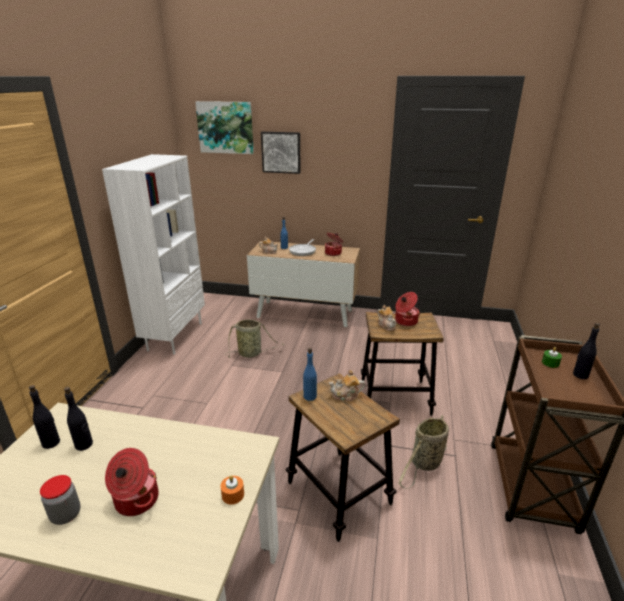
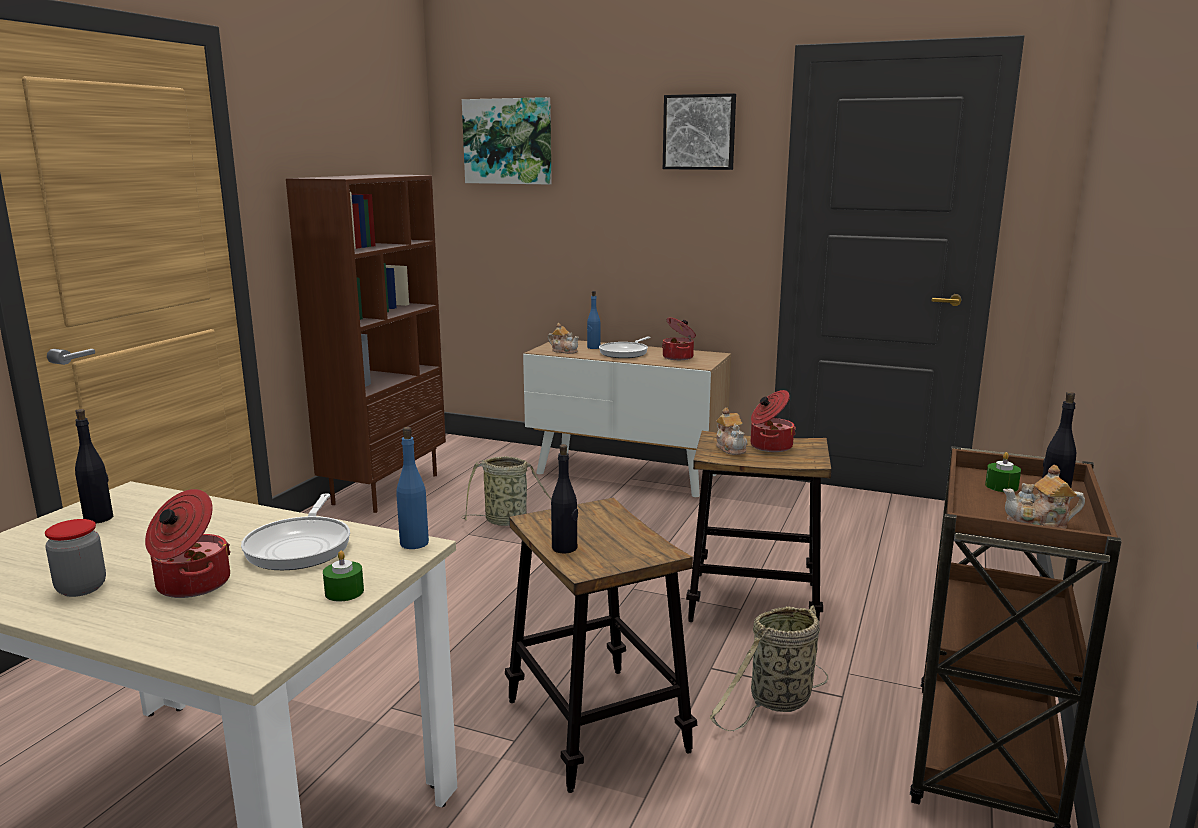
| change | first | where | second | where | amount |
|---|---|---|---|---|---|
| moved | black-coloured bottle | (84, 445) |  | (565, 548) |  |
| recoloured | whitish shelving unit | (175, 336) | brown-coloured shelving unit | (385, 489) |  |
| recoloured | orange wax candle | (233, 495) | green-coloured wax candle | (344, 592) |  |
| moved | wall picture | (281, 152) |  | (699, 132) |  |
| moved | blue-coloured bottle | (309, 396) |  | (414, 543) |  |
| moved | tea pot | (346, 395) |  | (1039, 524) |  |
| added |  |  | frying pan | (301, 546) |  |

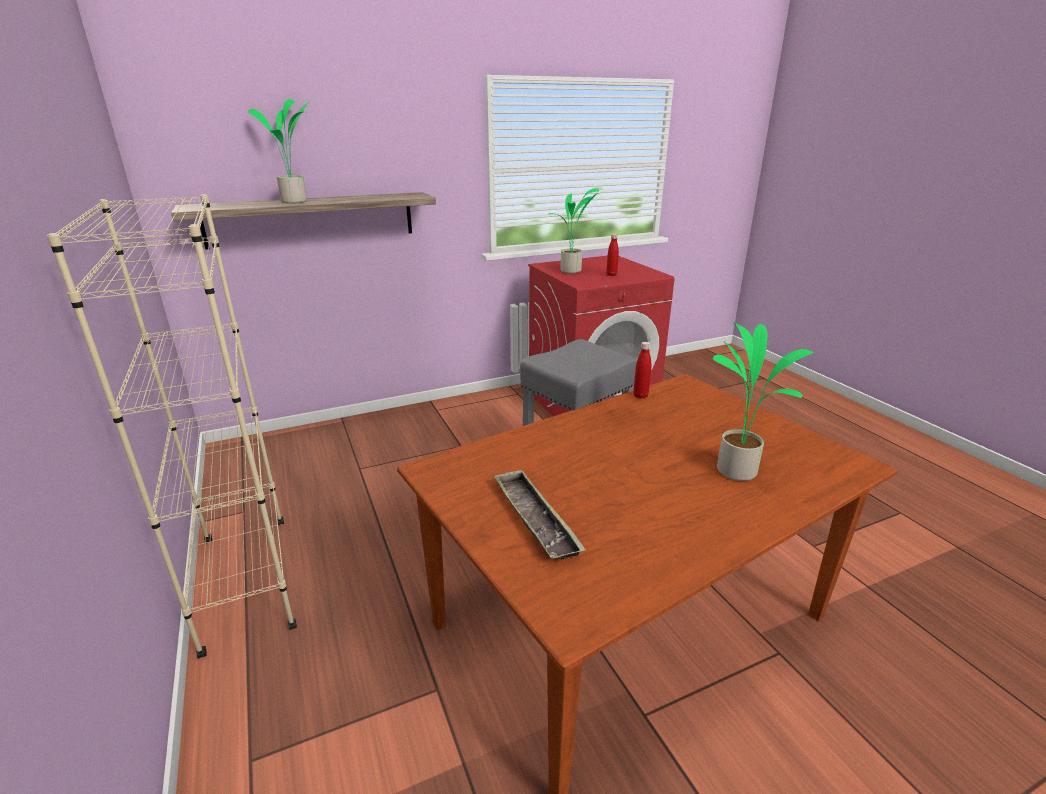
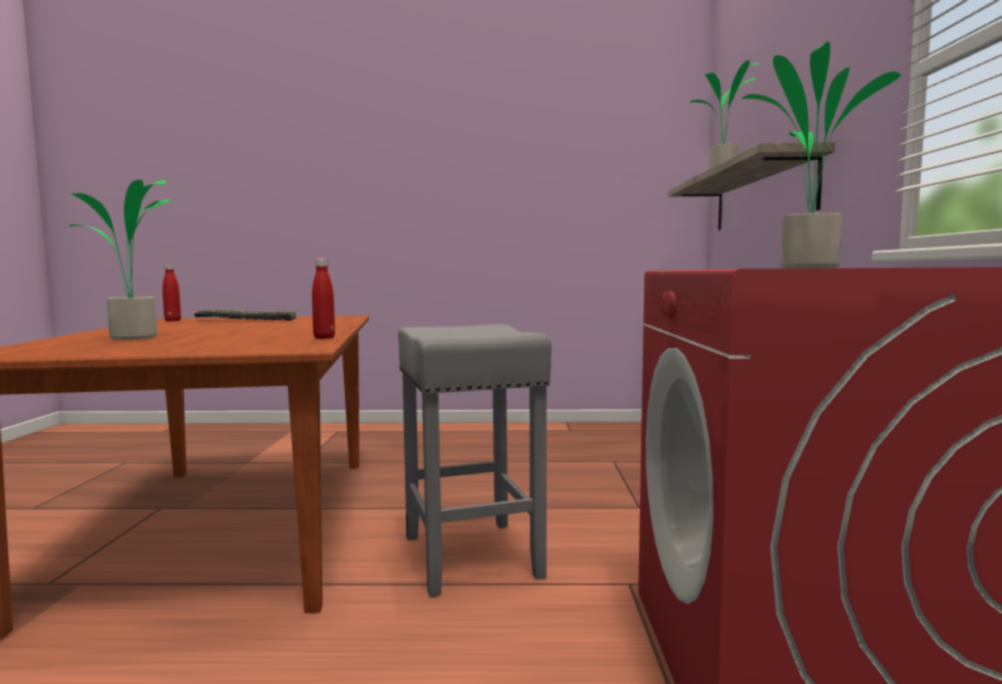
| change | first | where | second | where | amount |
|---|---|---|---|---|---|
| removed | beige shelving unit | (246, 582) |  |  |  |
| moved | red-coloured bottle | (611, 275) |  | (172, 320) |  |

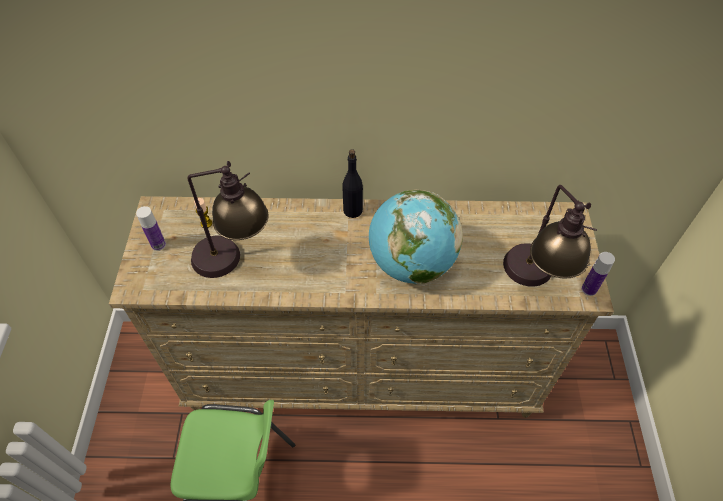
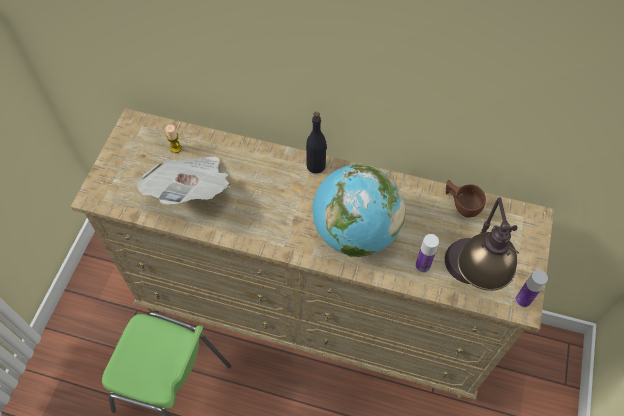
| change | first | where | second | where | amount |
|---|---|---|---|---|---|
| moved | bottle | (158, 245) |  | (422, 265) |  |
| replaced | table lamp | (234, 260) | newspaper | (191, 191) |  |
| added |  |  | brown-coloured drinking cup | (461, 204) |  |

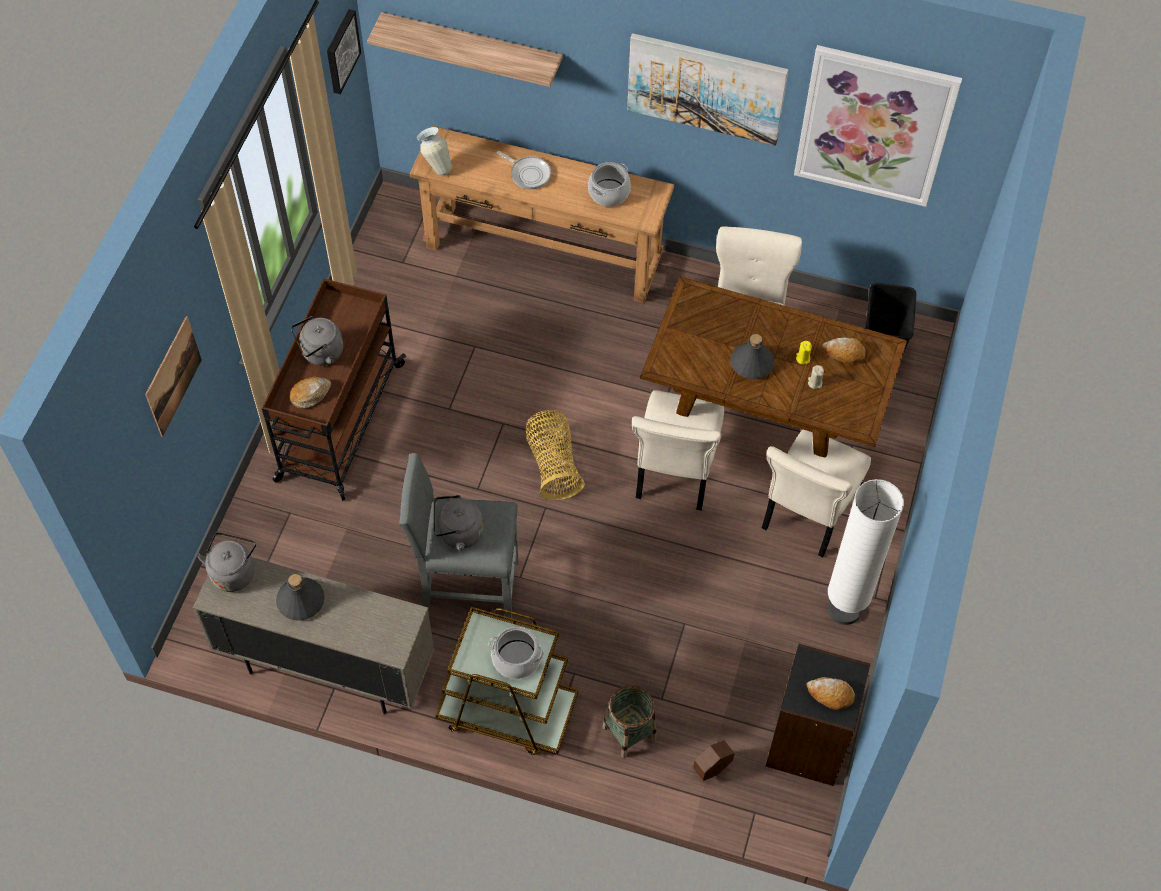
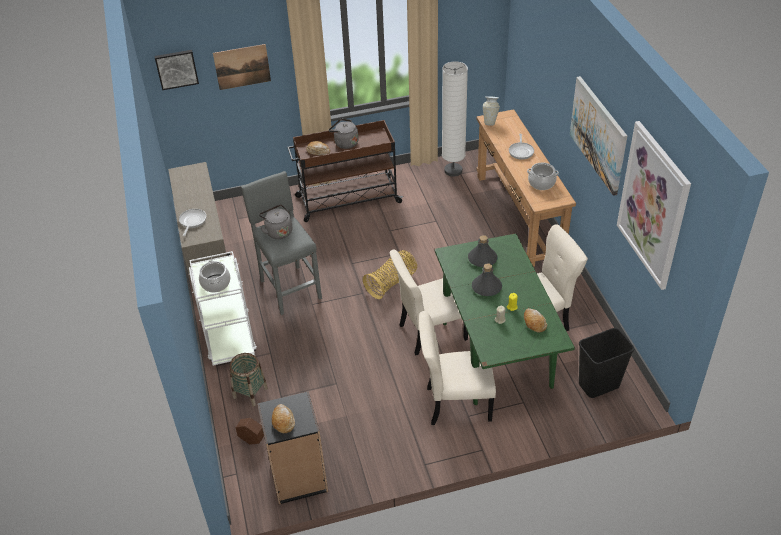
| change | first | where | second | where | amount |
|---|---|---|---|---|---|
| removed | greyish kettle | (233, 571) |  |  |  |
| moved | greyish bottle | (301, 601) |  | (482, 259) |  |
| moved | wall picture | (341, 51) |  | (176, 69) |  |
| removed | bracket shelf | (472, 47) |  |  |  |
| recoloured | brown-coloured cart | (507, 711) | whitish cart | (229, 338) |  |
| recoloured | brown-coloured dinner table | (762, 426) | green-coloured dinner table | (496, 355) |  |
| moved | whitish standard lamp | (844, 609) |  | (453, 171) |  |
| added |  |  | frying pan | (192, 221) |  |

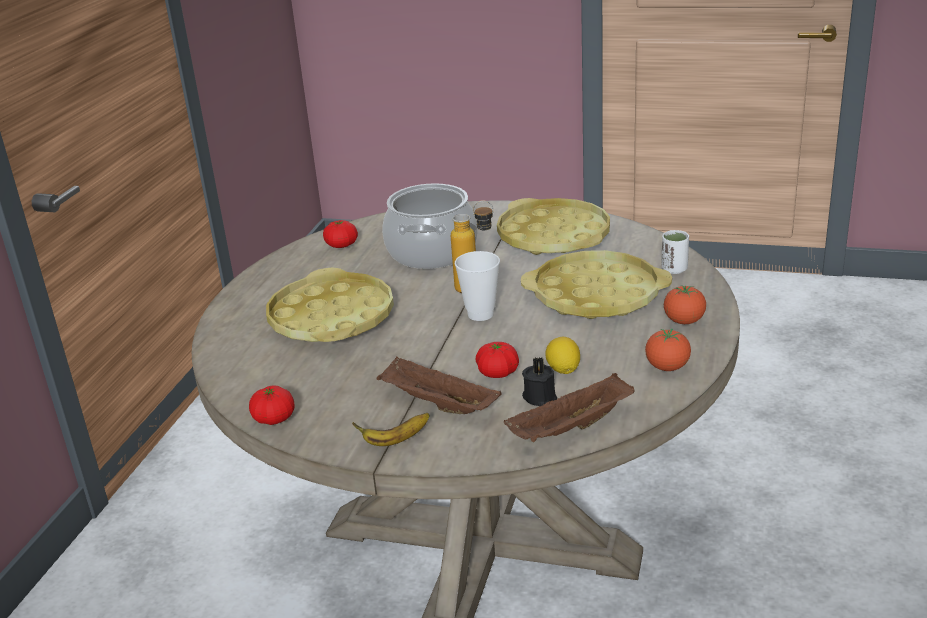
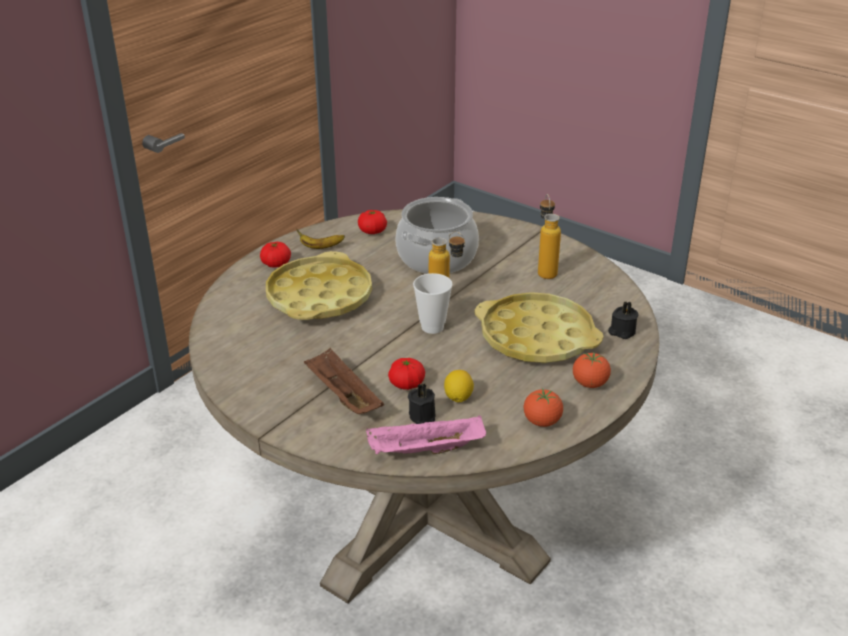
| change | first | where | second | where | amount |
|---|---|---|---|---|---|
| moved | tomato | (274, 418) |  | (276, 264) |  |
| moved | whole banana | (395, 440) |  | (320, 247) |  |
| replaced | yellowish tray | (553, 236) | bottle | (545, 270) |  |
| recoloured | brown-coloured tray | (571, 429) | pink-coloured tray | (425, 451) |  |
| replaced | whitish drinking cup | (674, 269) | black-coloured wax candle | (622, 331) |  |

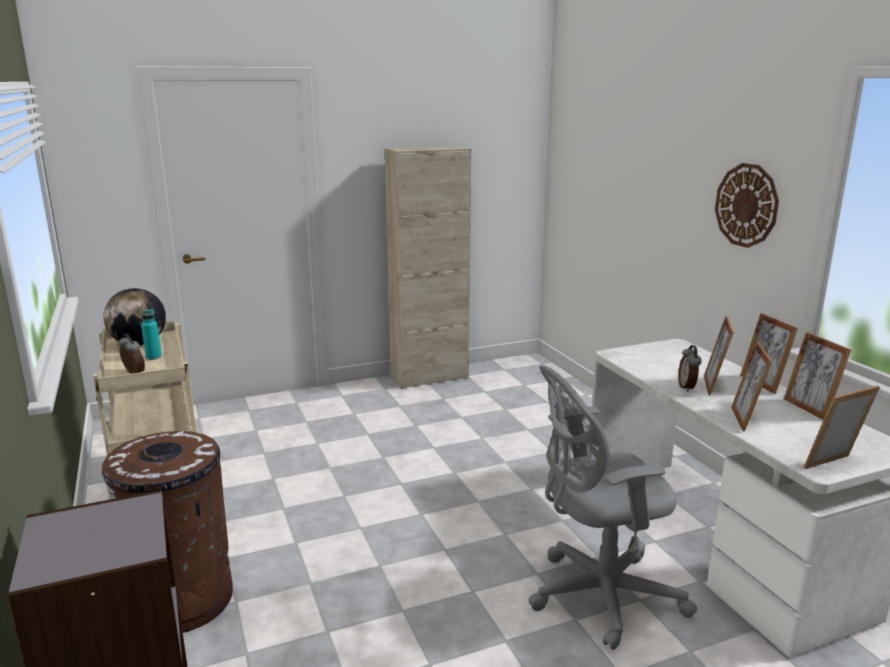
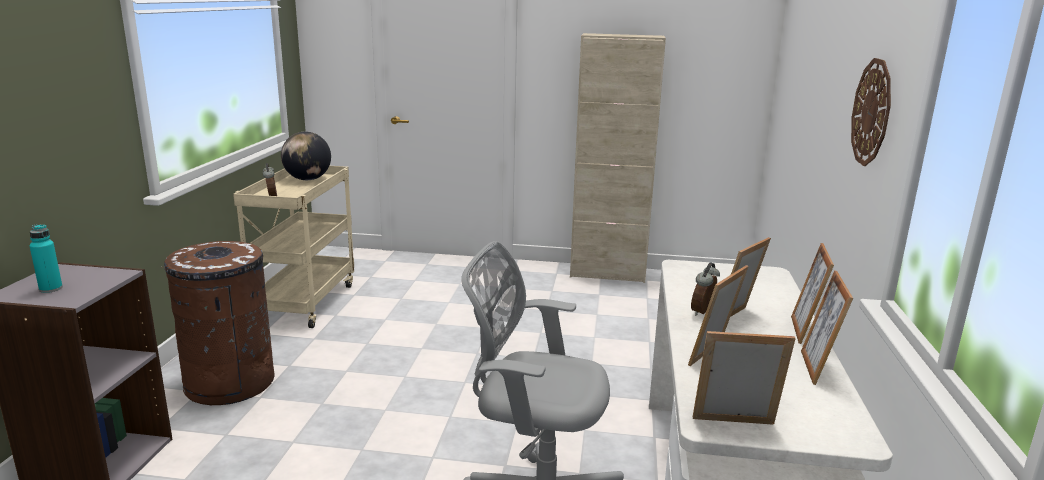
| change | first | where | second | where | amount |
|---|---|---|---|---|---|
| moved | blue-green bottle | (153, 357) |  | (51, 289) |  |

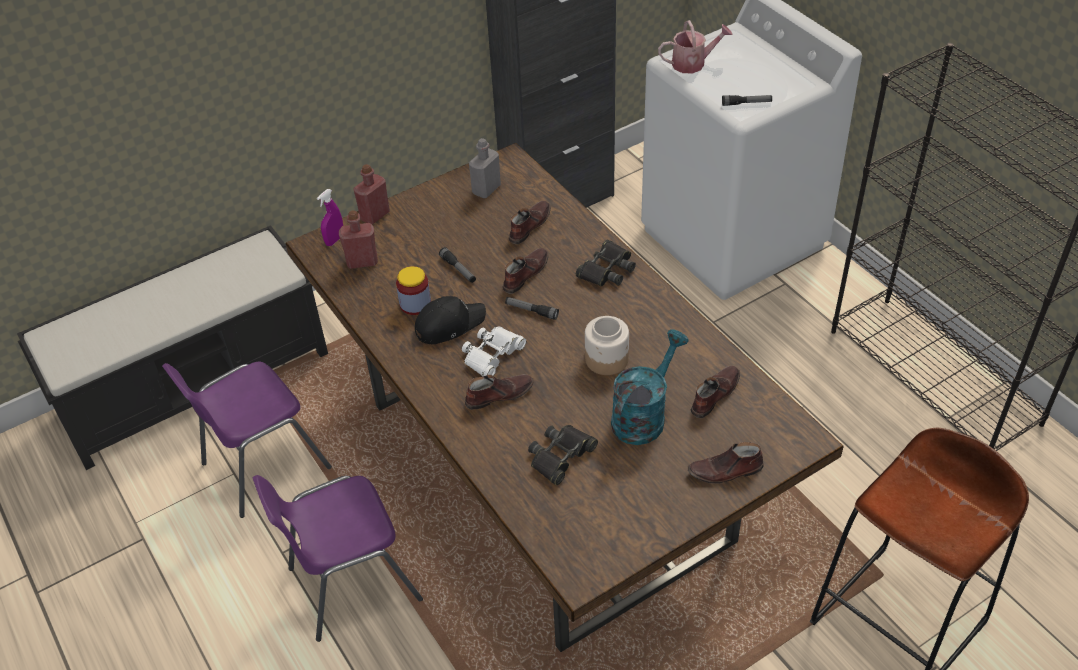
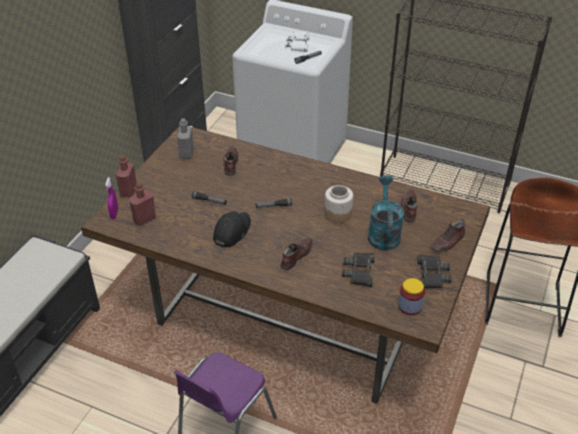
| change | first | where | second | where | amount |
|---|---|---|---|---|---|
| removed | purple-coloured chair | (262, 466) |  |  |  |
| moved | preserve jar | (415, 304) |  | (410, 306) |  |
| moved | whitish pair of binoculars | (492, 355) |  | (298, 45) |  |
| removed | brown-coloured item of footwear | (525, 274) |  |  |  |
| moved | black-coloured pair of binoculars | (607, 269) |  | (431, 275) |  |
| removed | sprinkling can | (693, 63) |  |  |  |

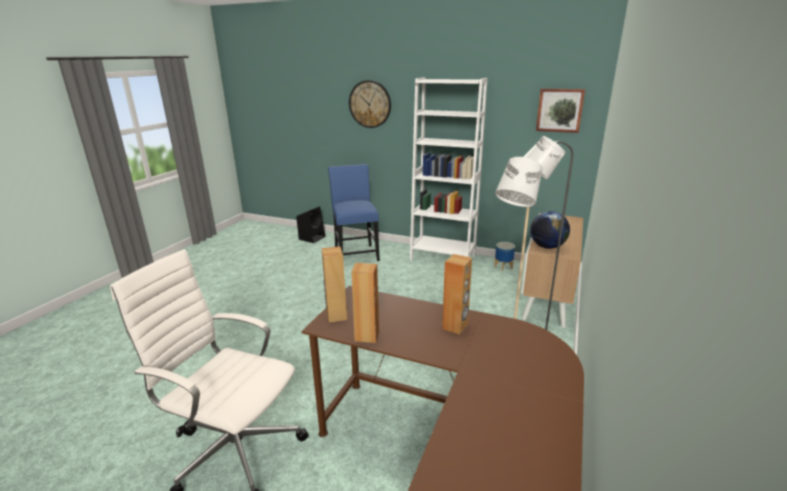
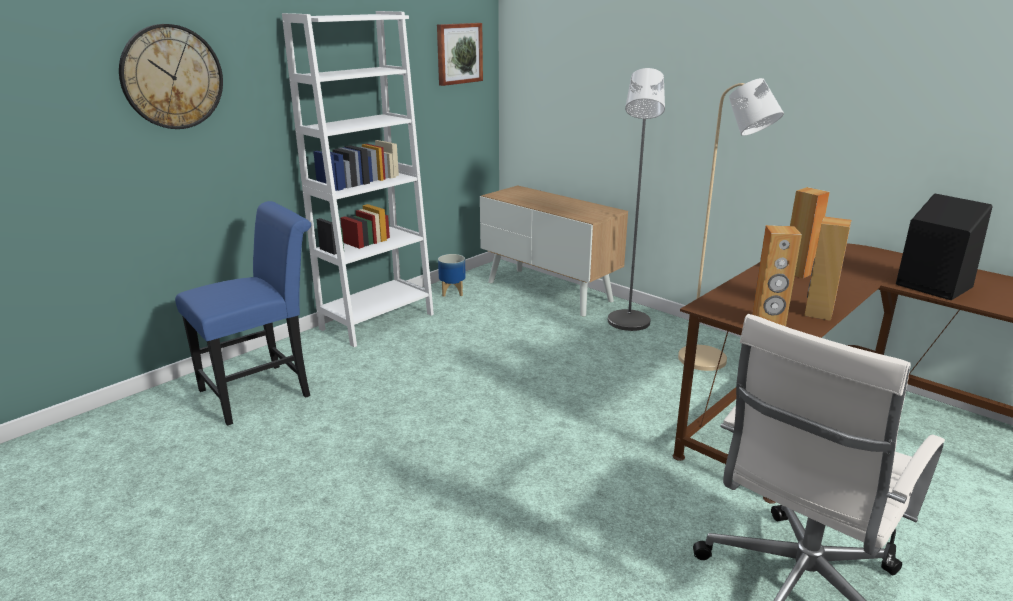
| change | first | where | second | where | amount |
|---|---|---|---|---|---|
| moved | black-coloured speaker | (312, 237) |  | (931, 285) |  |
| turned | blue-coloured chair | (355, 253) |  | (263, 390) | 135 degrees clockwise |
| removed | desk globe | (547, 247) |  |  |  |

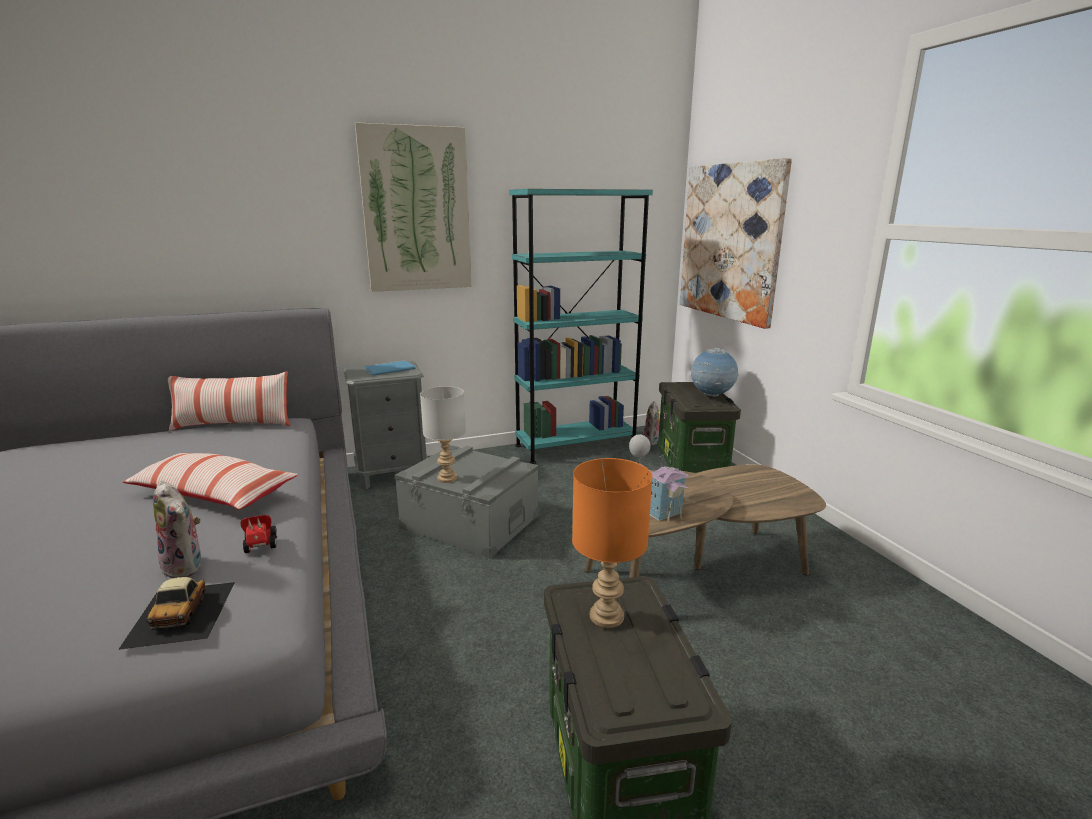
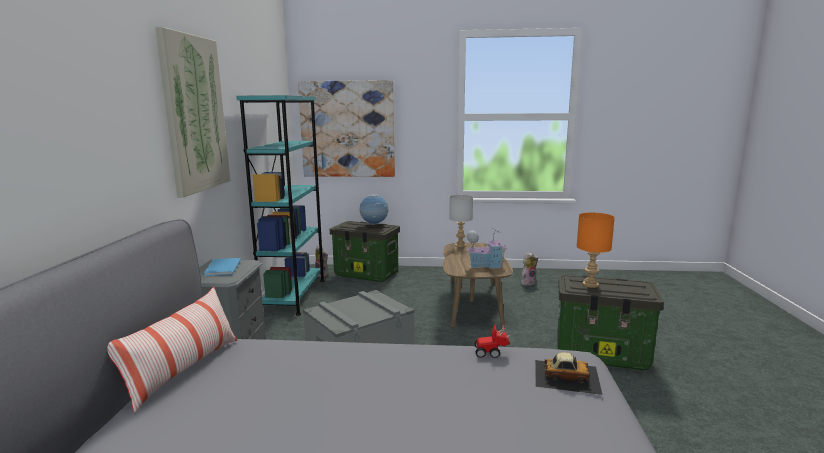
| change | first | where | second | where | amount |
|---|---|---|---|---|---|
| removed | throw pillow | (214, 495) |  |  |  |
| moved | soft toy | (187, 567) |  | (528, 282) |  |
| moved | greyish table lamp | (448, 478) |  | (460, 245) |  |

